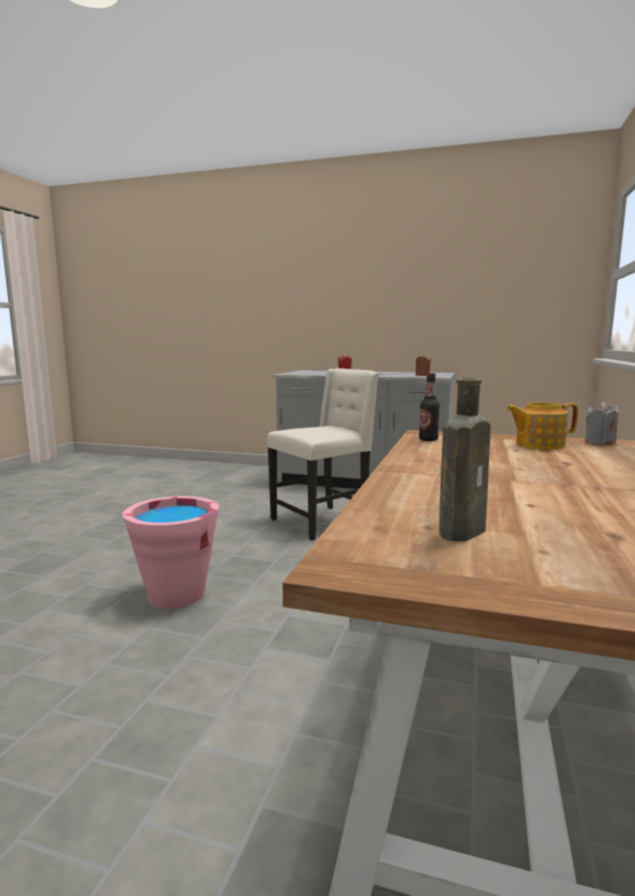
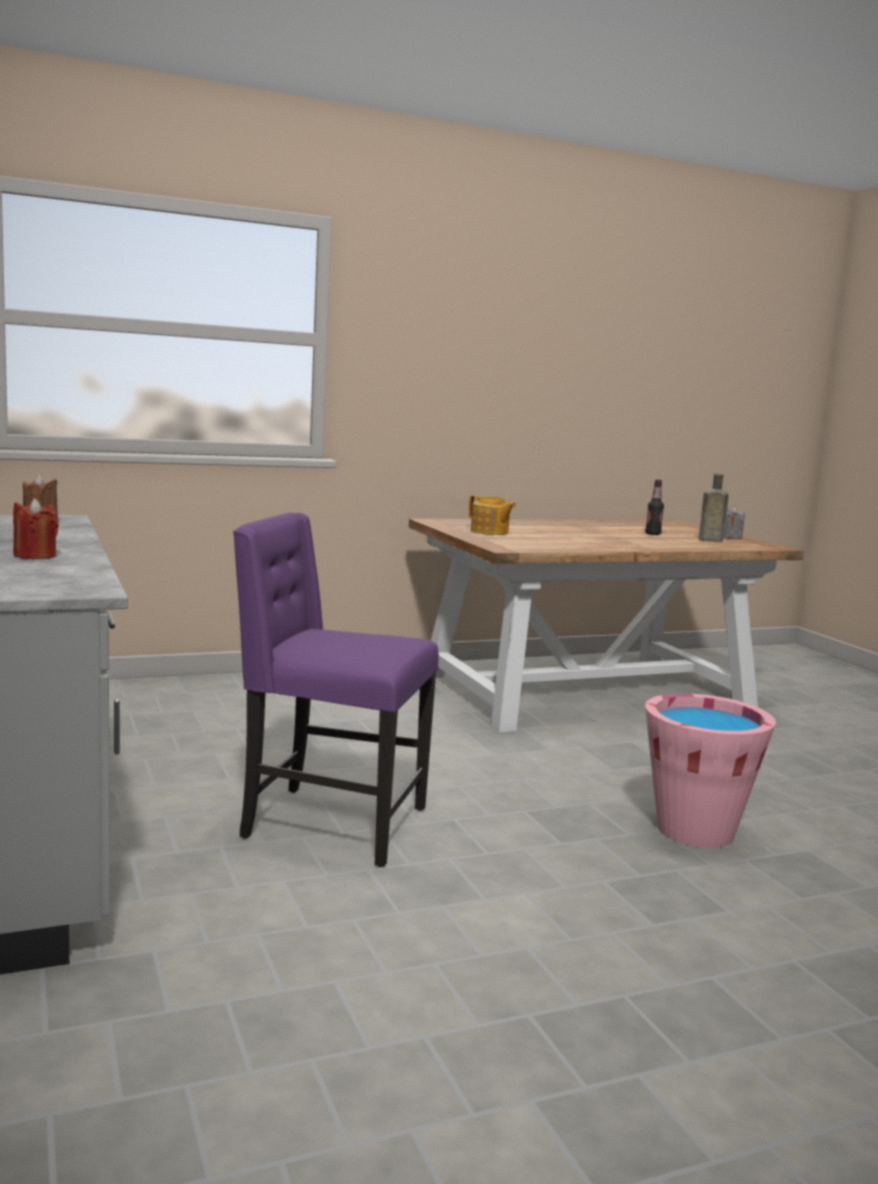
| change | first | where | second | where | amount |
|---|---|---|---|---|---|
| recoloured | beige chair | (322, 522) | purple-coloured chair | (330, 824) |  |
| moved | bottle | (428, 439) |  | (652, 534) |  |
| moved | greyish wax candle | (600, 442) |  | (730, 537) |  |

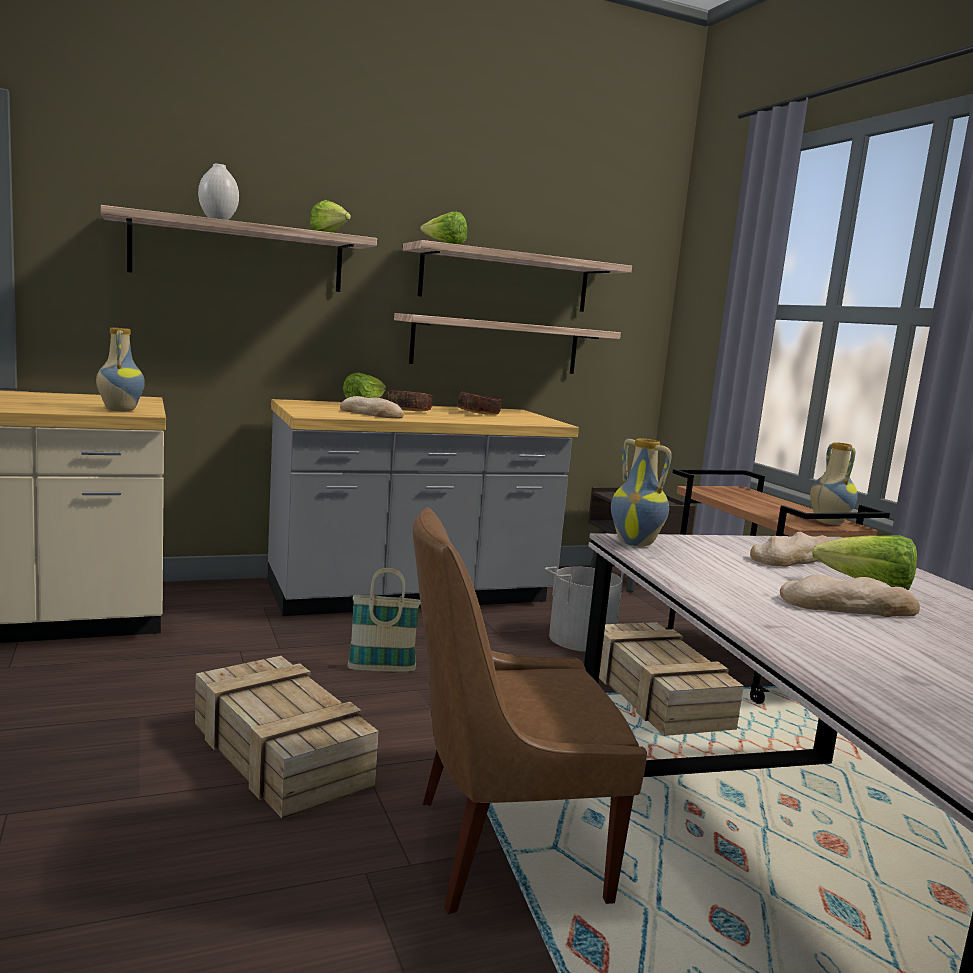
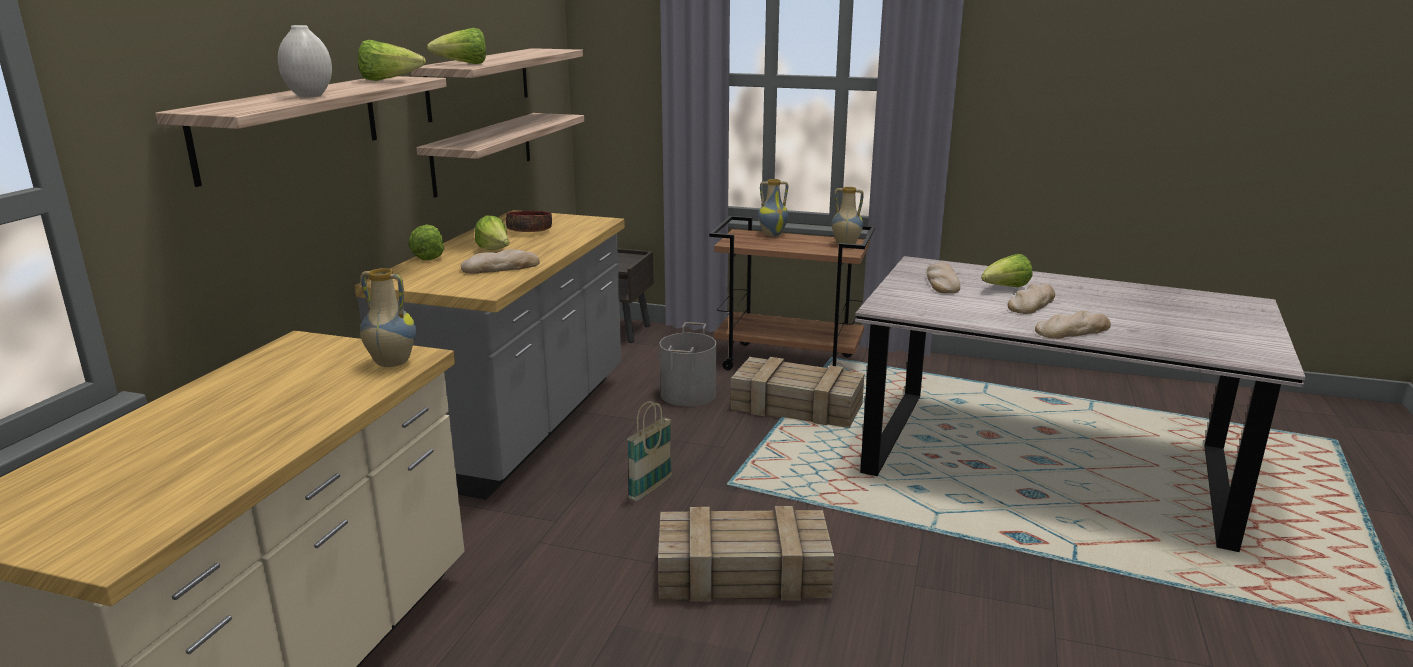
| change | first | where | second | where | amount |
|---|---|---|---|---|---|
| replaced | deep dish | (408, 411) | lettuce | (495, 251) |  |
| removed | brown-coloured chair | (501, 849) |  |  |  |
| moved | flower vase | (636, 543) |  | (772, 234) |  |
| added |  |  | bread | (1072, 330) |  |

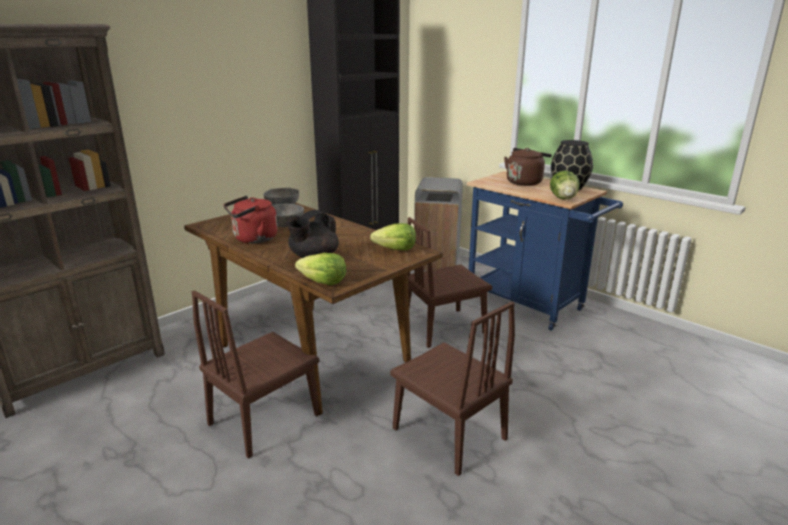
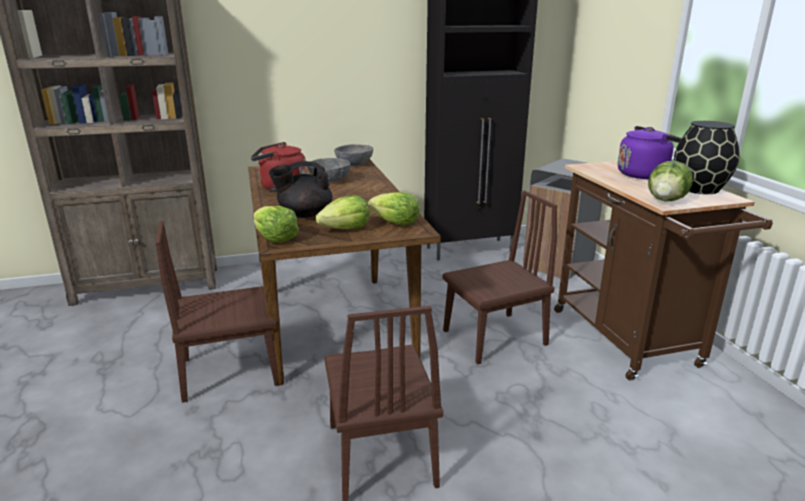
| change | first | where | second | where | amount |
|---|---|---|---|---|---|
| turned | brown-coloured chair | (444, 327) |  | (494, 337) | 150 degrees clockwise |
| recoloured | blue-coloured cart | (530, 305) | brown-coloured cart | (631, 342) |  |
| recoloured | brown-coloured kettle | (525, 182) | purple-coloured kettle | (644, 174) |  |
| added |  |  | lettuce | (346, 229) |  |

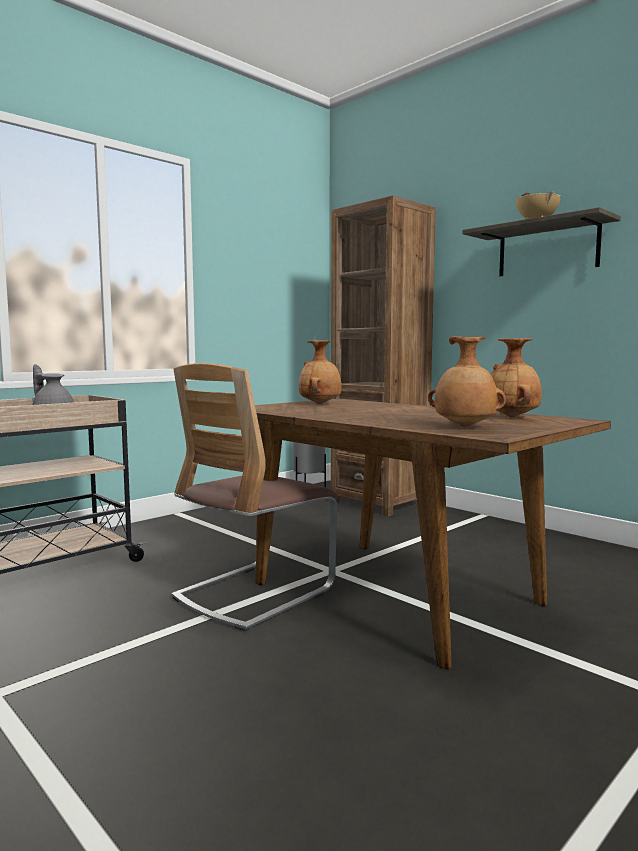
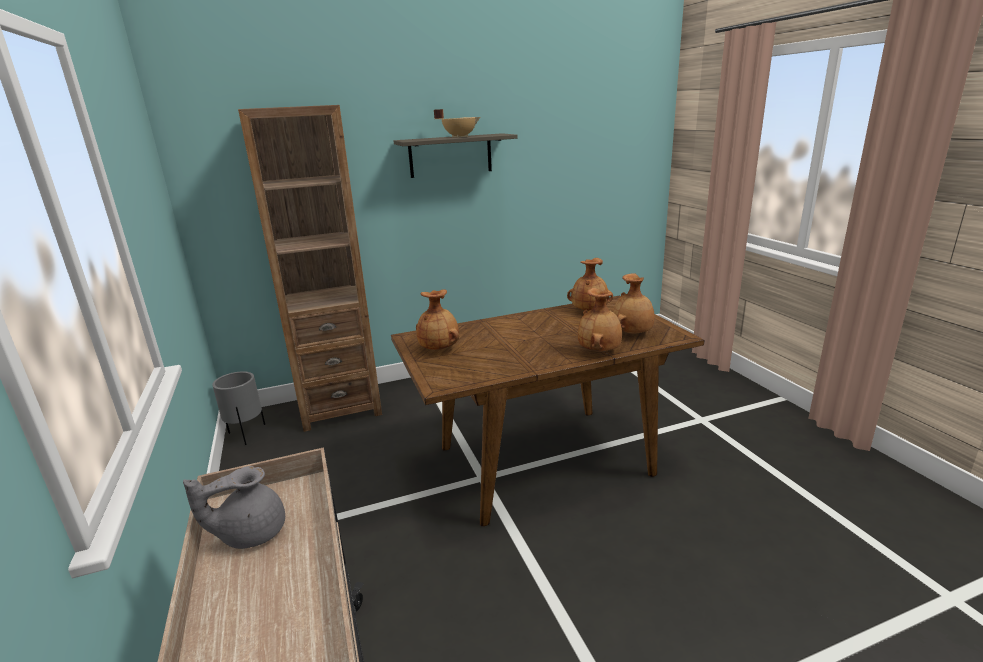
| change | first | where | second | where | amount |
|---|---|---|---|---|---|
| removed | chair | (254, 593) |  |  |  |
| added |  |  | brown-coloured flower vase | (600, 351) |  |

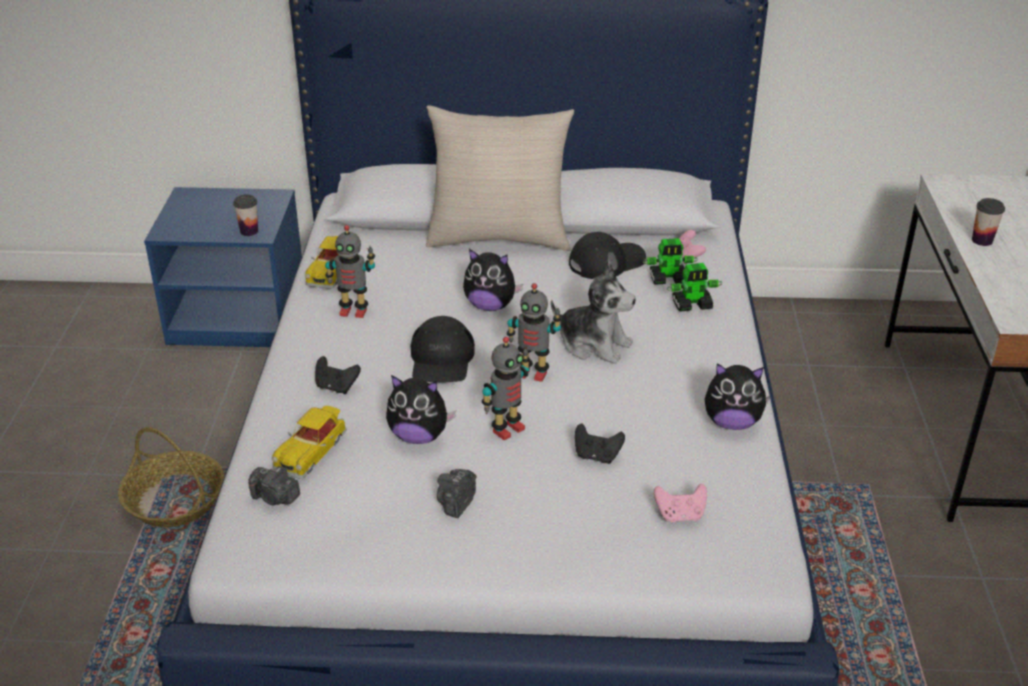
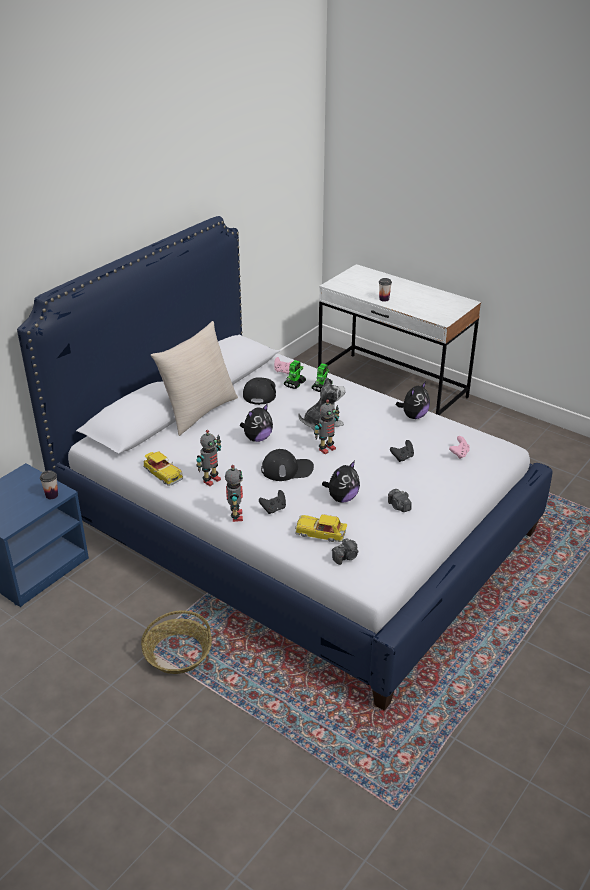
| change | first | where | second | where | amount |
|---|---|---|---|---|---|
| turned | toy car | (311, 451) |  | (321, 533) | 135 degrees clockwise |
| turned | black-coloured cap | (441, 360) |  | (287, 469) | 45 degrees counterclockwise |
| moved | robot figure | (507, 429) |  | (235, 516) |  |

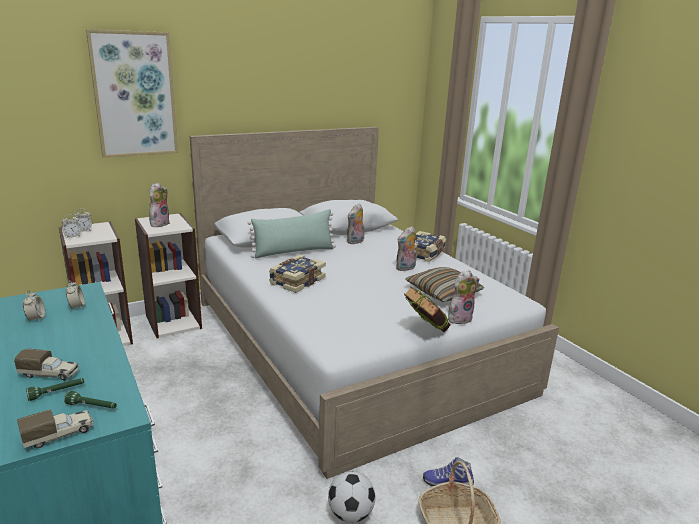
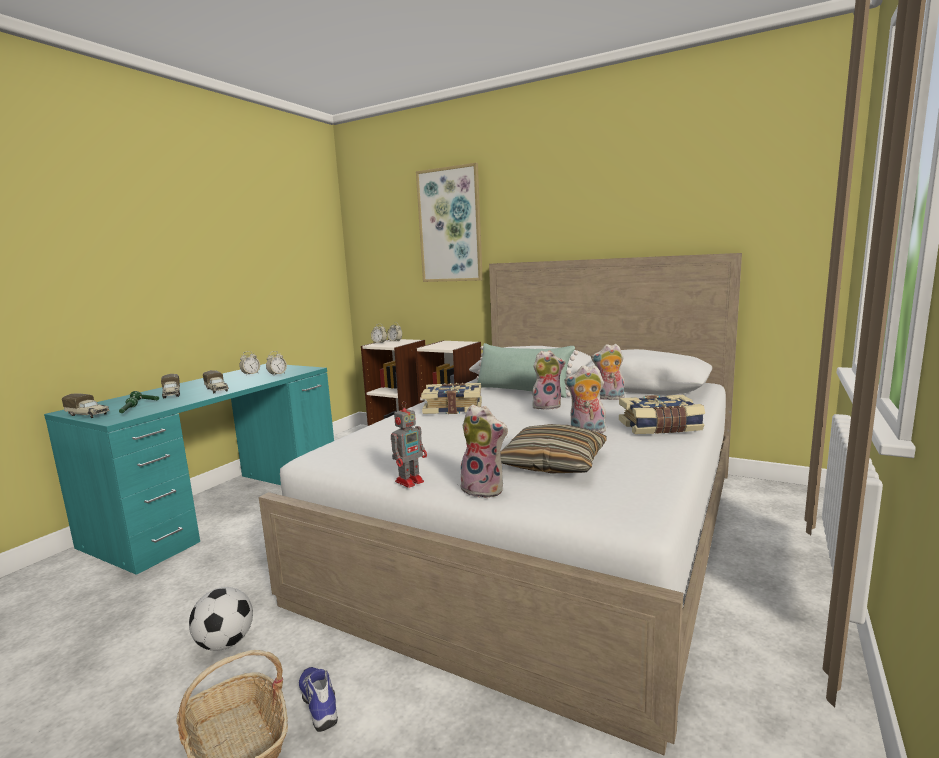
| change | first | where | second | where | amount |
|---|---|---|---|---|---|
| moved | soft toy | (159, 223) |  | (547, 406) |  |
| replaced | volume | (425, 332) | robot figure | (410, 481) |  |
| added |  |  | toy truck | (217, 390) |  |

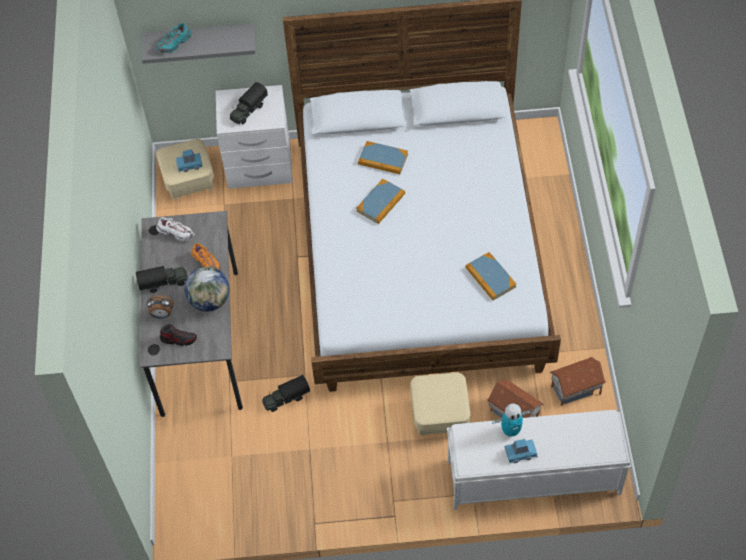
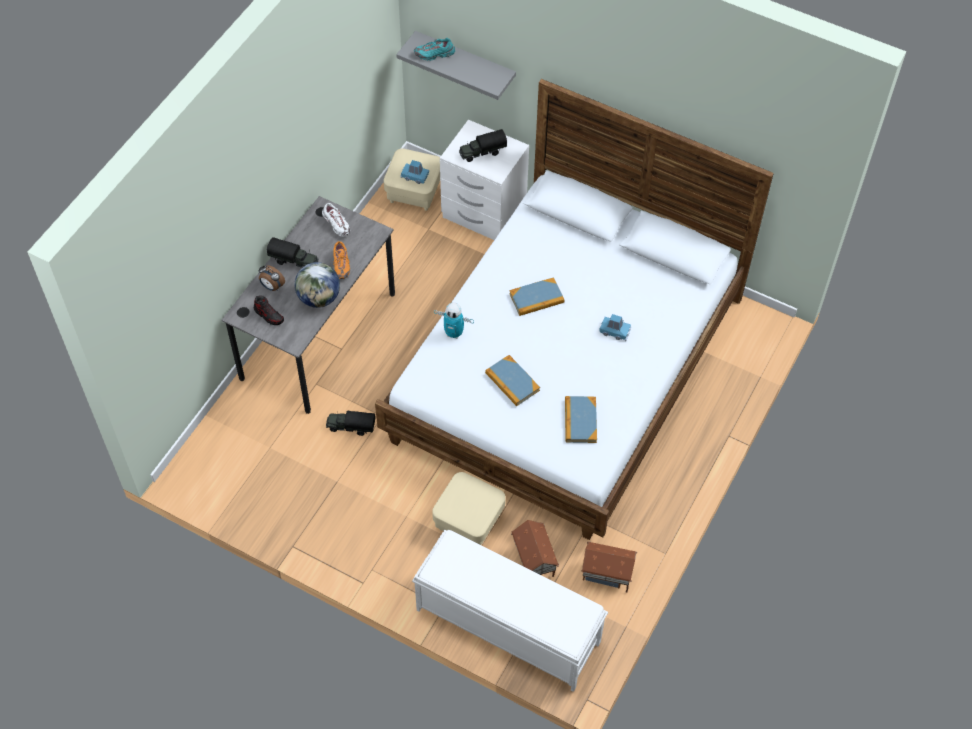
| change | first | where | second | where | amount |
|---|---|---|---|---|---|
| moved | volume | (383, 159) |  | (512, 382) |  |
| moved | robot figure | (511, 430) |  | (454, 333) |  |
| moved | blue-coloured toy car | (520, 453) |  | (615, 331) |  |

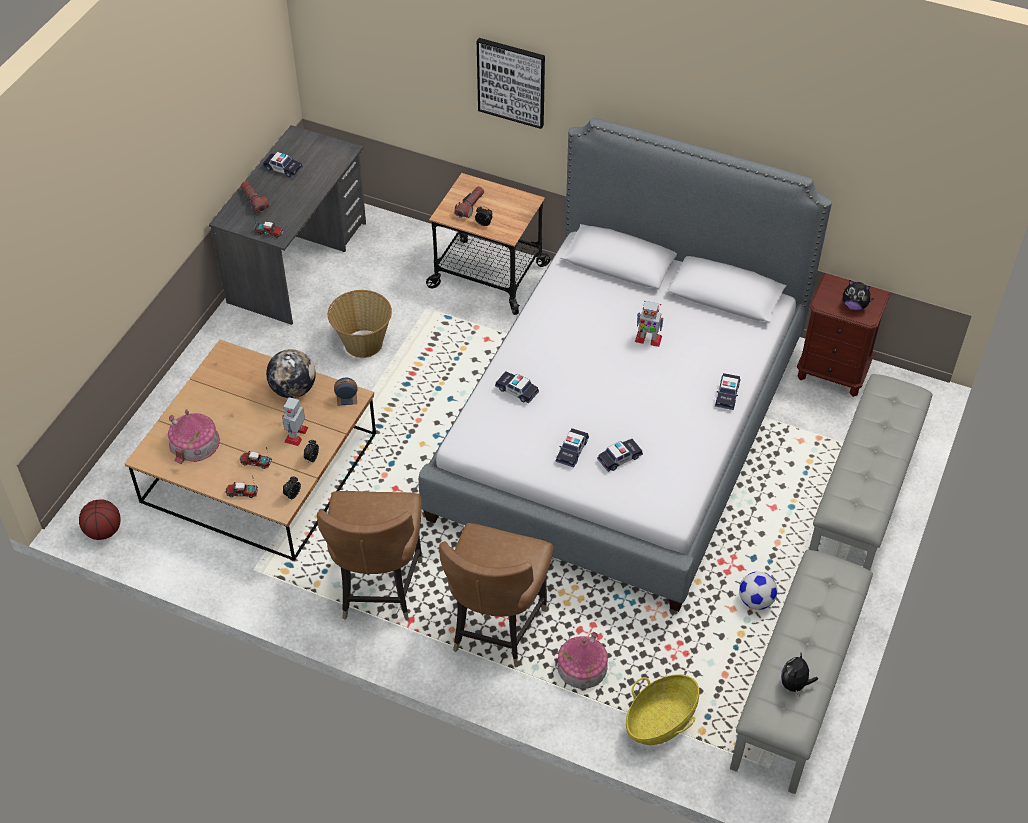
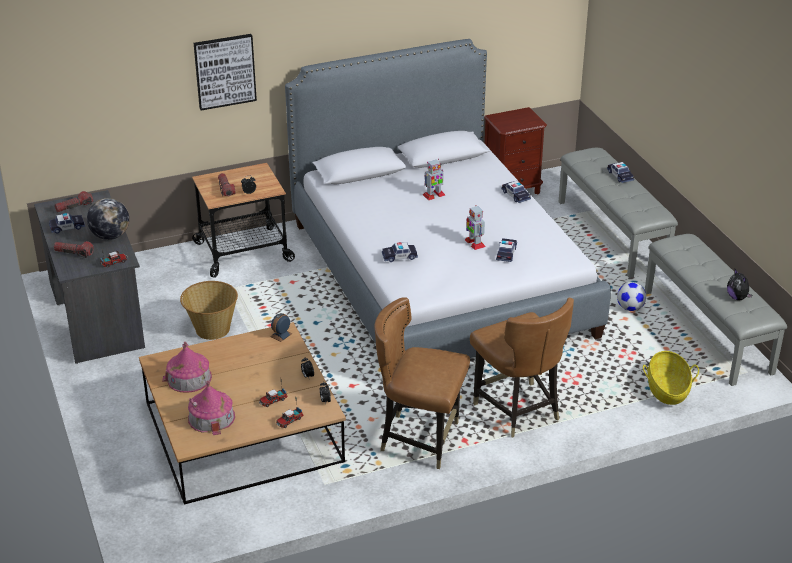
| change | first | where | second | where | amount |
|---|---|---|---|---|---|
| removed | basketball ball | (103, 531) |  |  |  |
| moved | desk globe | (293, 389) |  | (110, 236) |  |
| moved | robot figure | (296, 434) |  | (474, 243) |  |
| turned | brown-coloured chair | (378, 588) |  | (419, 439) | 150 degrees clockwise |
| moved | toy car | (572, 451) |  | (620, 176) |  |
| moved | miniature house | (582, 667) |  | (189, 378) |  |
| removed | soft toy | (854, 306) |  |  |  |
| added |  |  | flashlight | (74, 207) |  |

